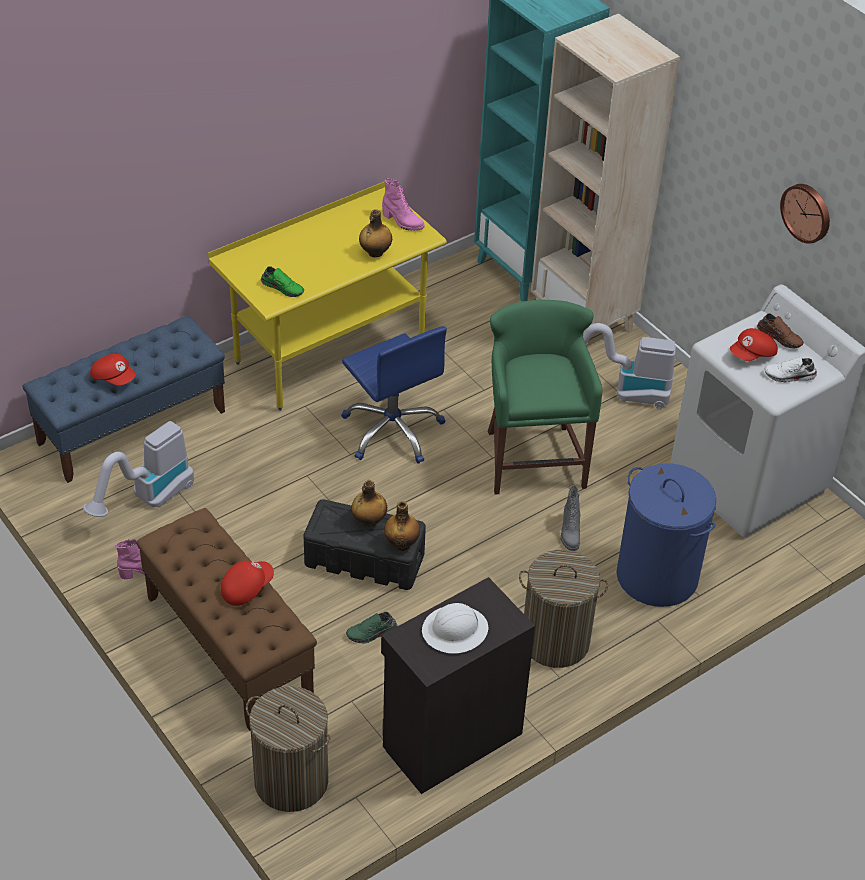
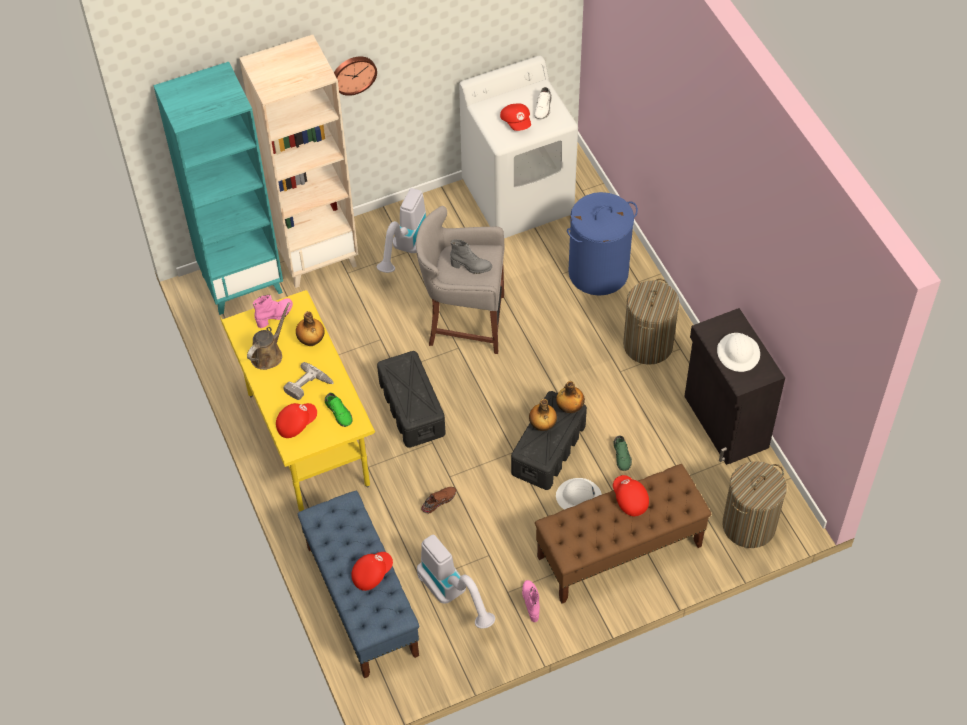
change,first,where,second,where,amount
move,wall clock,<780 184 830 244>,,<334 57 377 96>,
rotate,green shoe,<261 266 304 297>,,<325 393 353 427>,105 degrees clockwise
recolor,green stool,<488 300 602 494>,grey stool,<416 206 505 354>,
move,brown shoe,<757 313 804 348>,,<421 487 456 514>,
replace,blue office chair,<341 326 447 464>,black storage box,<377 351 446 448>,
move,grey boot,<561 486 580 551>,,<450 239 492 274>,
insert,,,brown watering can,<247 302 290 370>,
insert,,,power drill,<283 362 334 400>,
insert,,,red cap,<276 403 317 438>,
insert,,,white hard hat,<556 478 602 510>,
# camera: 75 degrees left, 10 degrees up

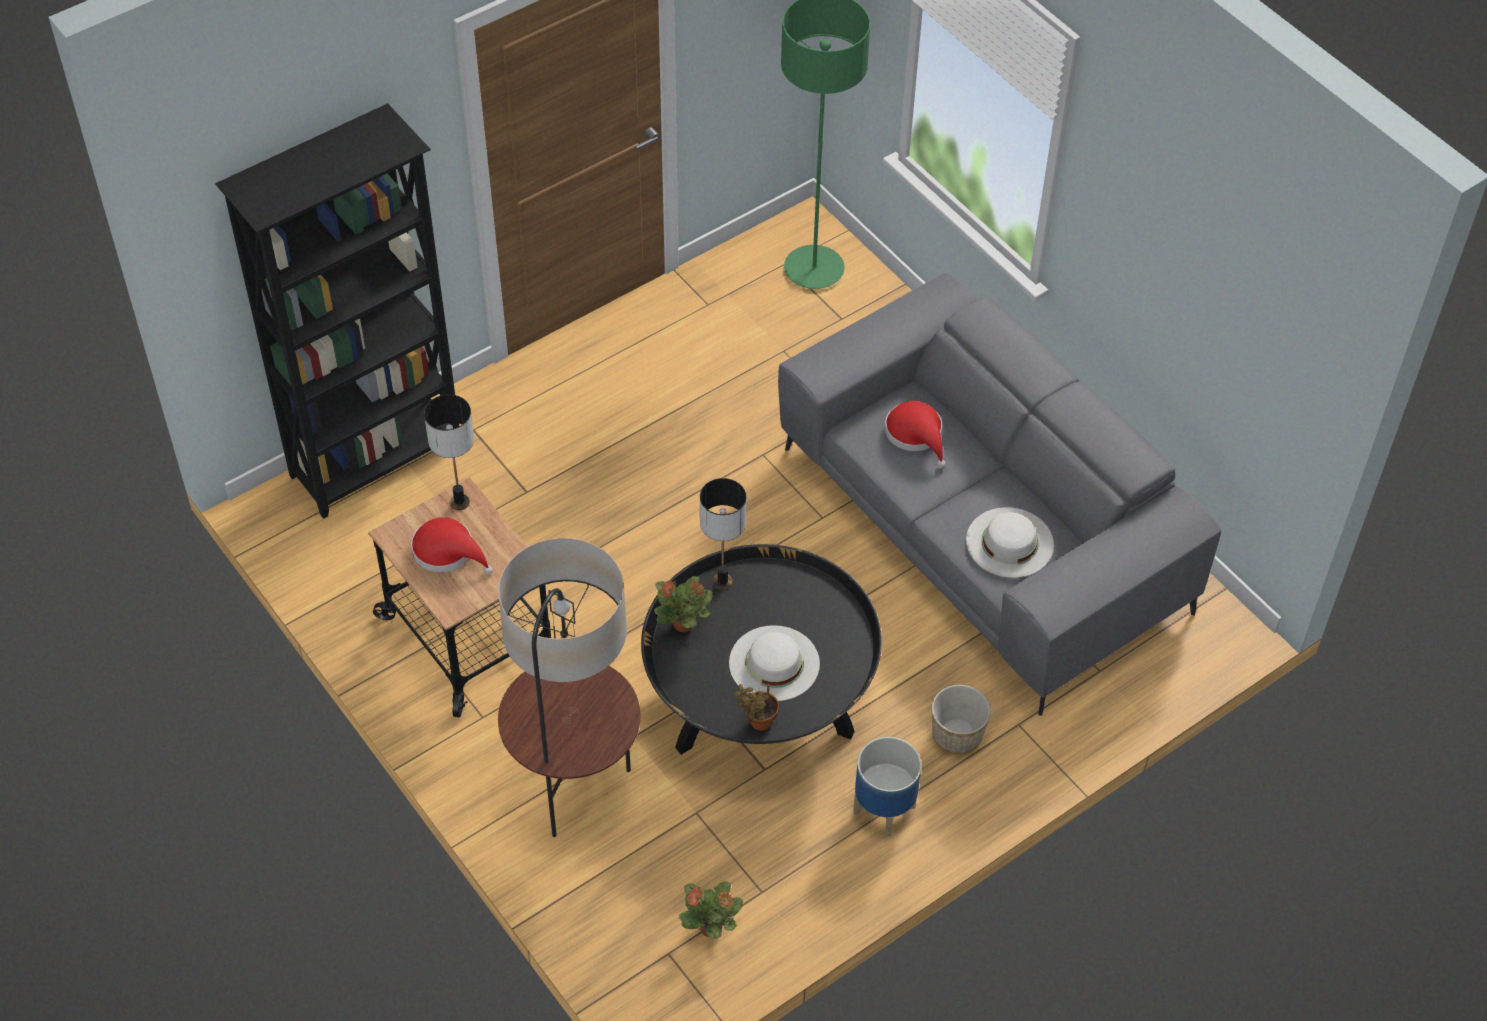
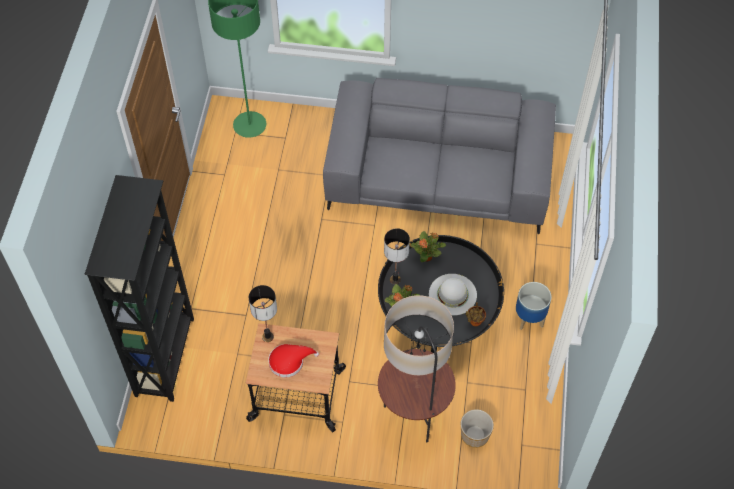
change,first,where,second,where,amount
delete,red hat,<885 401 946 468>,,,
delete,white hat,<966 507 1054 578>,,,
move,planter,<932 685 991 755>,,<461 409 494 448>,
move,potted plant,<679 881 743 939>,,<411 231 446 262>,
# camera: 45 degrees left, 5 degrees up

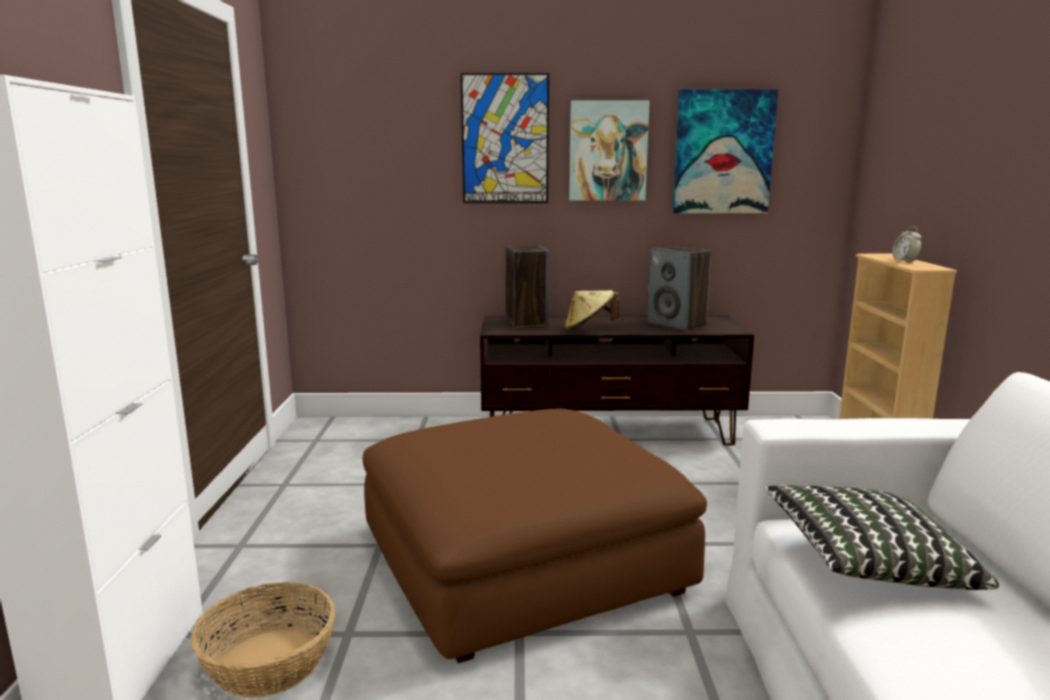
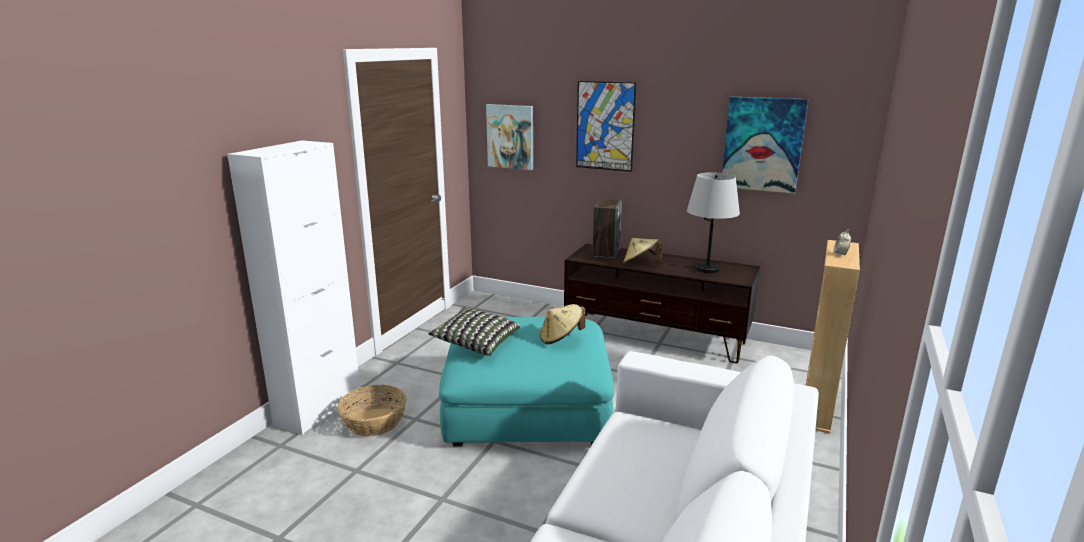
change,first,where,second,where,amount
move,picture,<569 101 650 200>,,<486 104 533 170>,
replace,speaker,<647 246 711 331>,grey table lamp,<687 172 740 273>,
recolor,brown ottoman,<363 408 707 663>,turquoise ottoman,<439 317 614 447>,
move,pillow,<765 485 999 590>,,<428 307 520 356>,
insert,,,beige hat,<540 304 585 344>,
# camera: 25 degrees right, 5 degrees up

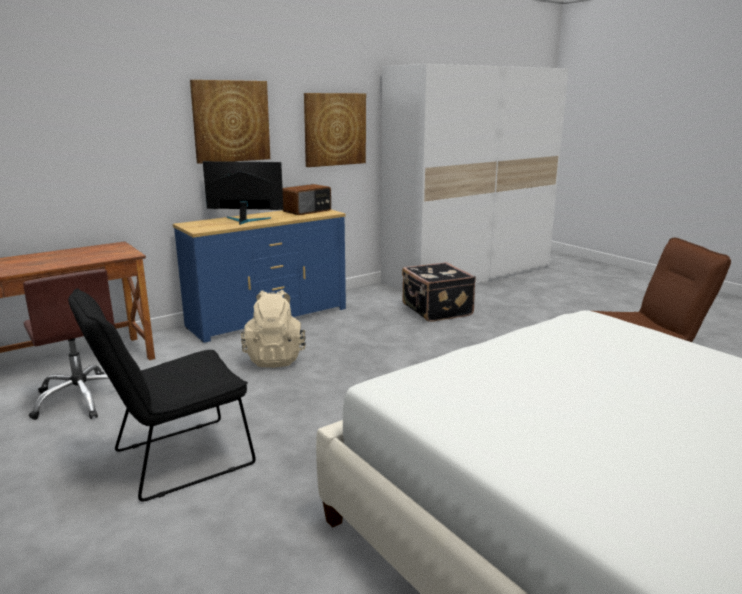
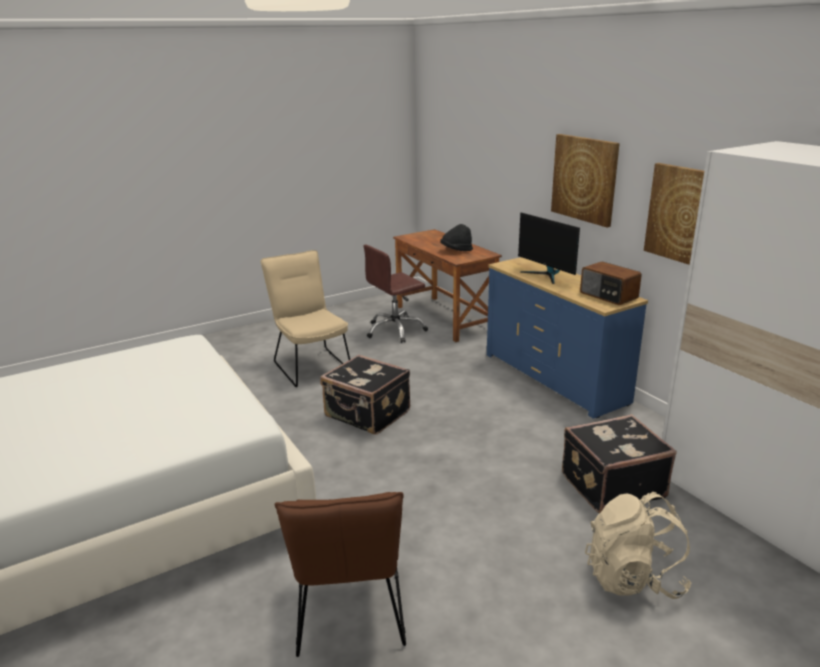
change,first,where,second,where,amount
rotate,monitor,<203 161 284 225>,,<518 212 580 284>,135 degrees clockwise
recolor,black chair,<68 288 256 502>,beige chair,<260 250 350 387>,
move,beige backpack,<241 290 306 368>,,<585 492 692 599>,
insert,,,black hat,<440 224 473 251>,
insert,,,black suitcase,<320 354 410 435>,
# camera: 95 degrees right, 5 degrees up

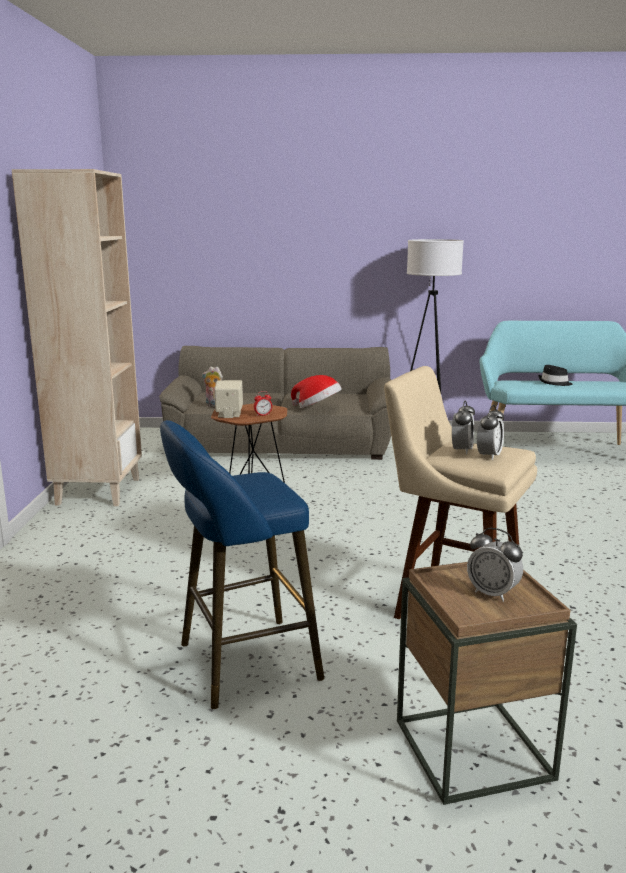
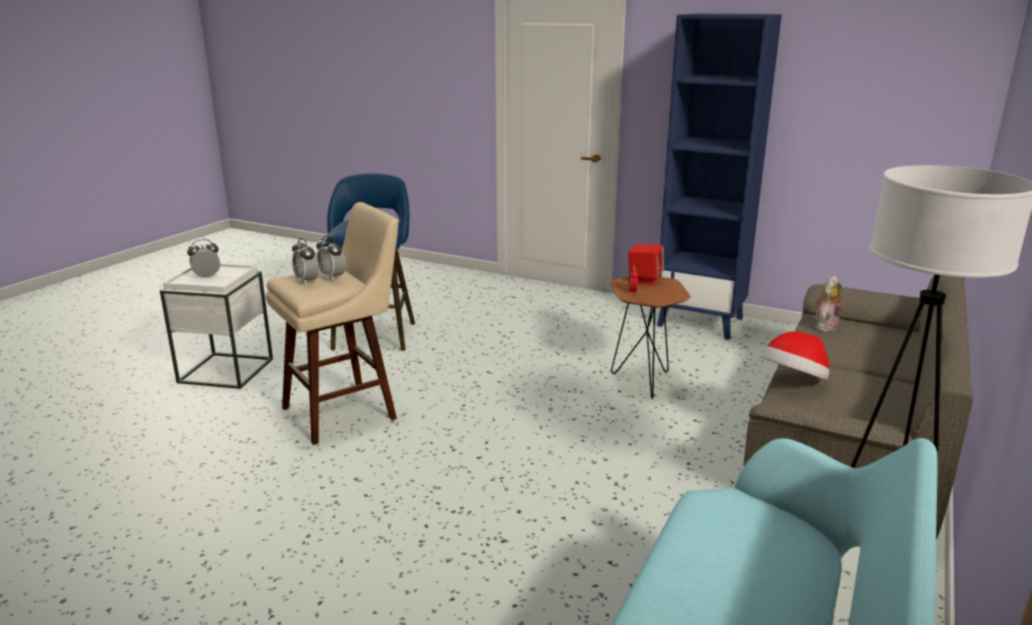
change,first,where,second,where,amount
recolor,beige bookcase,<12 169 142 506>,blue bookcase,<657 14 782 339>,
delete,black hat,<538 365 572 386>,,,
recolor,beige speaker,<214 380 243 418>,red speaker,<628 244 664 286>,
recolor,brown side table,<397 562 577 805>,white side table,<160 264 273 389>,
# camera: 115 degrees right, 5 degrees up

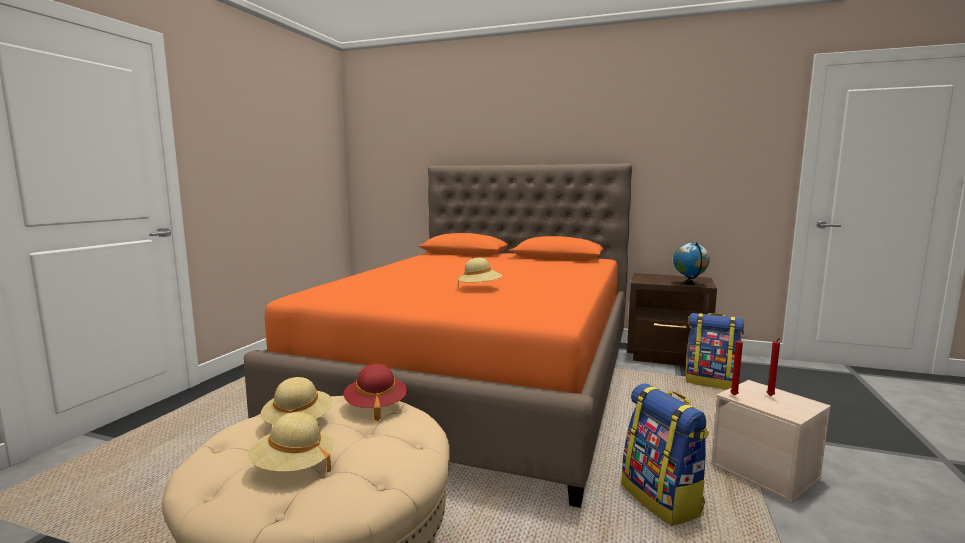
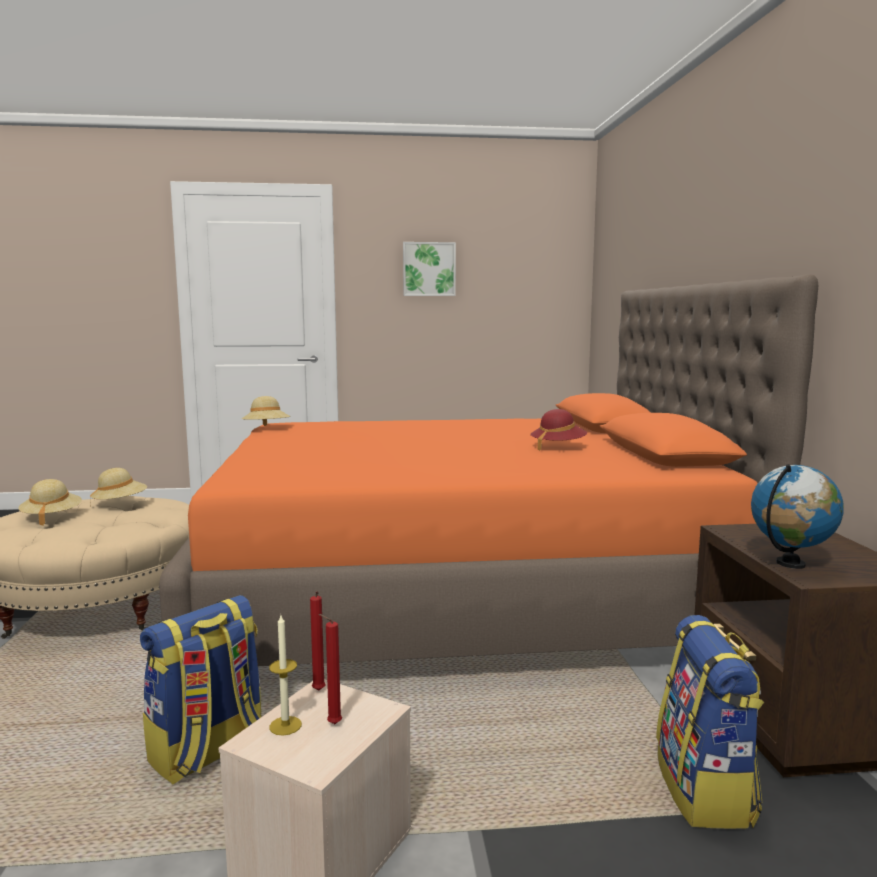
change,first,where,second,where,amount
move,beige hat,<458 258 502 287>,,<242 396 290 426>,
move,red hat,<344 364 407 421>,,<531 409 587 451>,
insert,,,picture,<403 242 456 296>,
insert,,,candle,<269 615 302 736>,
# camera: 65 degrees right, 0 degrees up

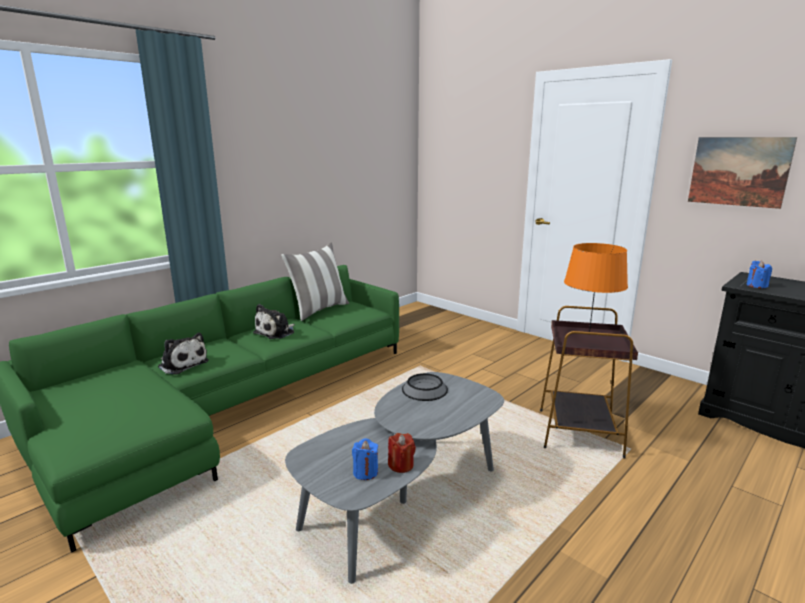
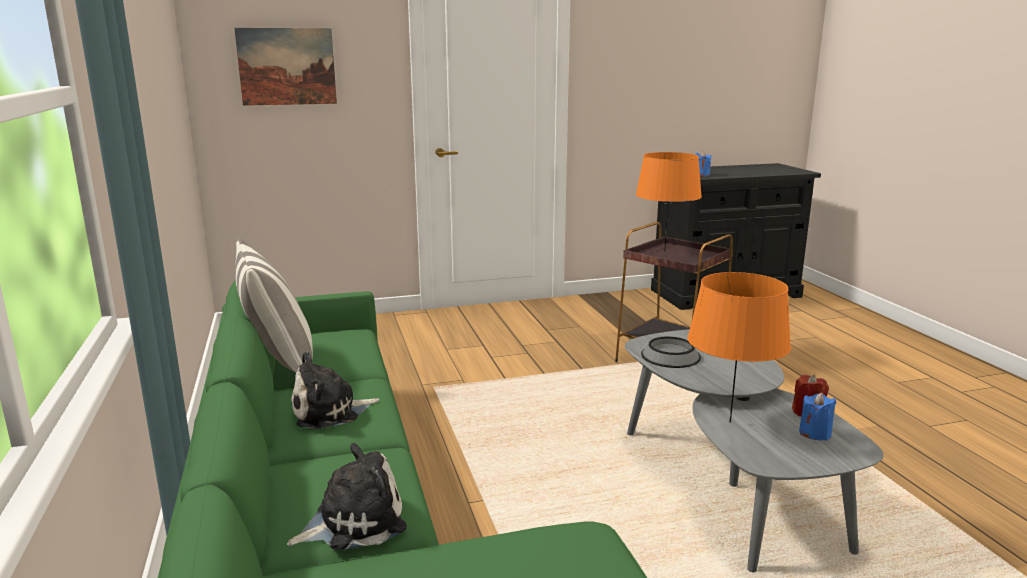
change,first,where,second,where,amount
move,picture,<688 137 797 209>,,<234 28 337 106>,
rotate,plush toy,<253 304 295 339>,,<291 351 380 429>,90 degrees clockwise
insert,,,orange table lamp,<687 272 791 423>,
# camera: 60 degrees left, 0 degrees up

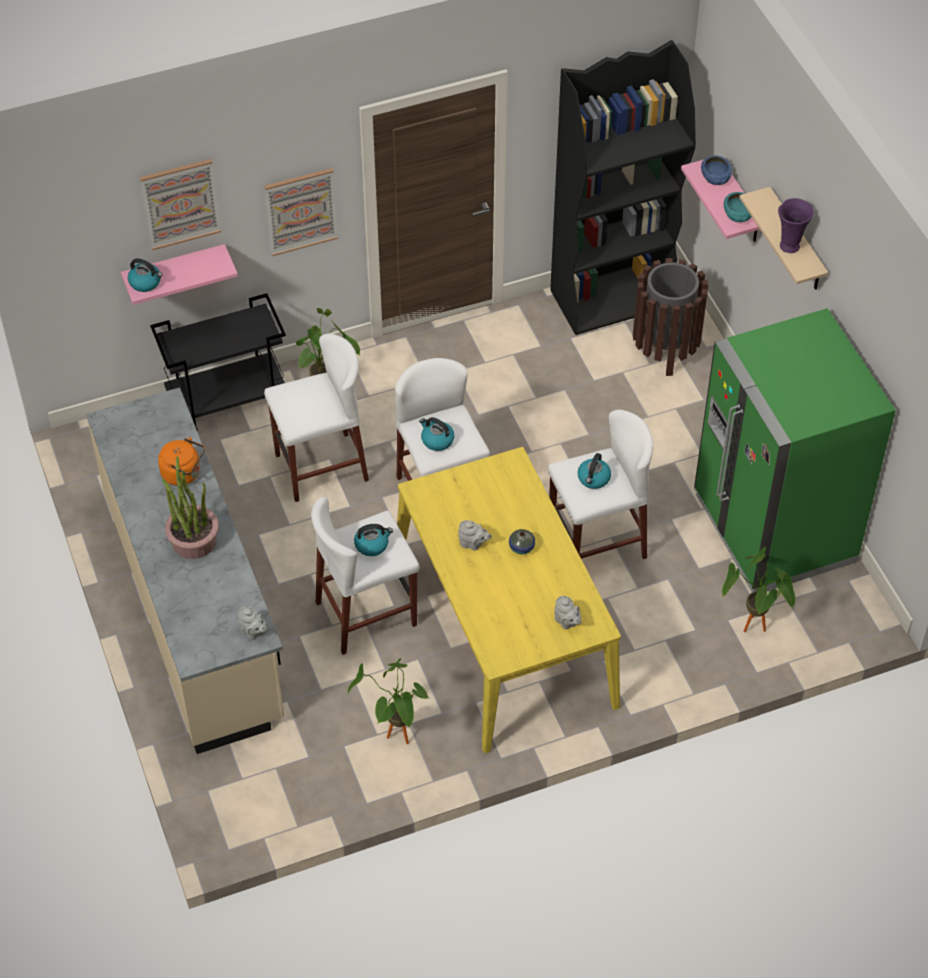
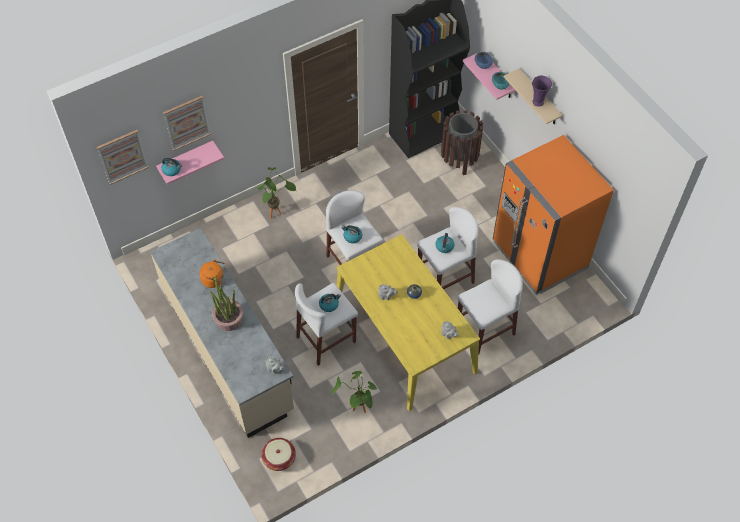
change,first,where,second,where,amount
move,picture,<264 168 338 256>,,<97 130 149 185>,
delete,black cart,<150 293 286 431>,,,
recolor,green fridge,<694 308 896 593>,orange fridge,<493 135 614 295>,
move,white stool,<264 334 369 502>,,<457 259 523 355>,
delete,potted plant,<722 547 795 632>,,,
insert,,,basket,<261 438 296 471>,
# camera: 10 degrees left, 5 degrees up

